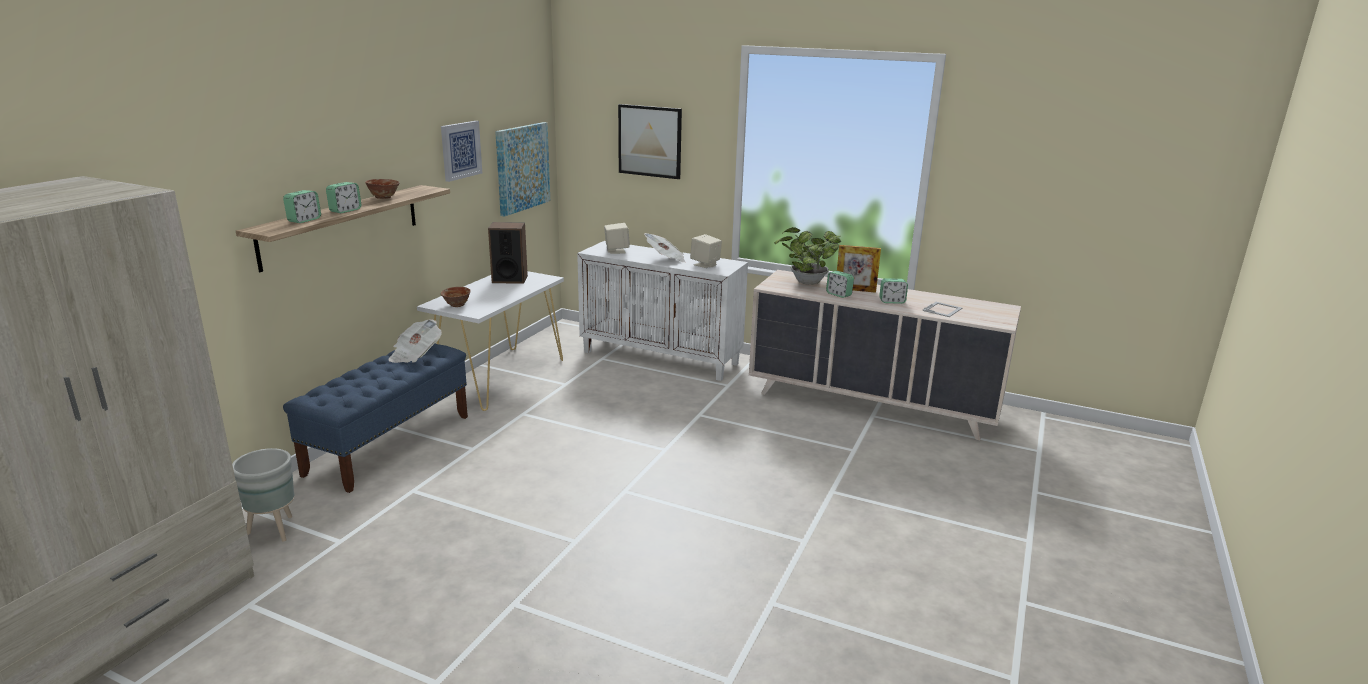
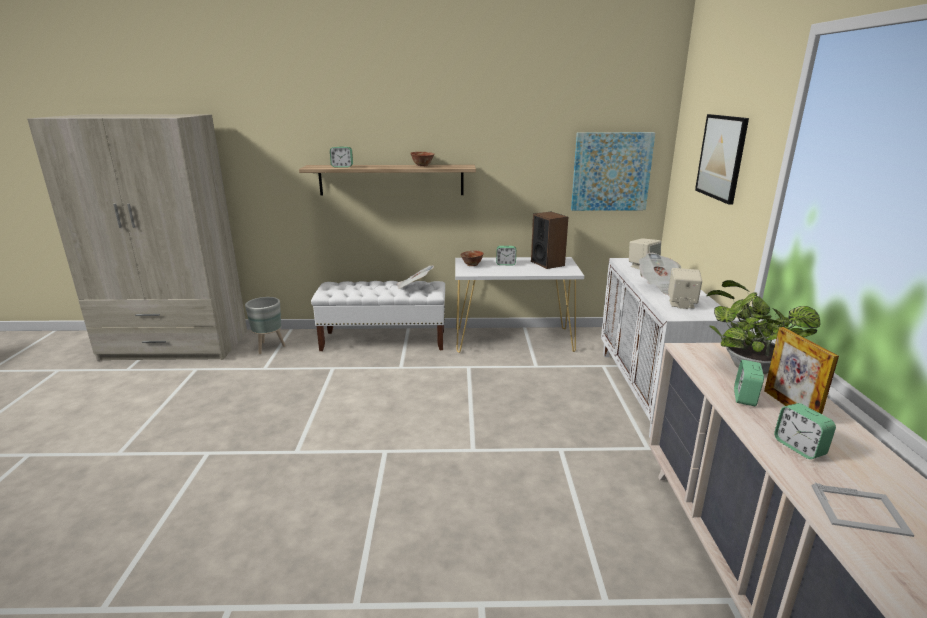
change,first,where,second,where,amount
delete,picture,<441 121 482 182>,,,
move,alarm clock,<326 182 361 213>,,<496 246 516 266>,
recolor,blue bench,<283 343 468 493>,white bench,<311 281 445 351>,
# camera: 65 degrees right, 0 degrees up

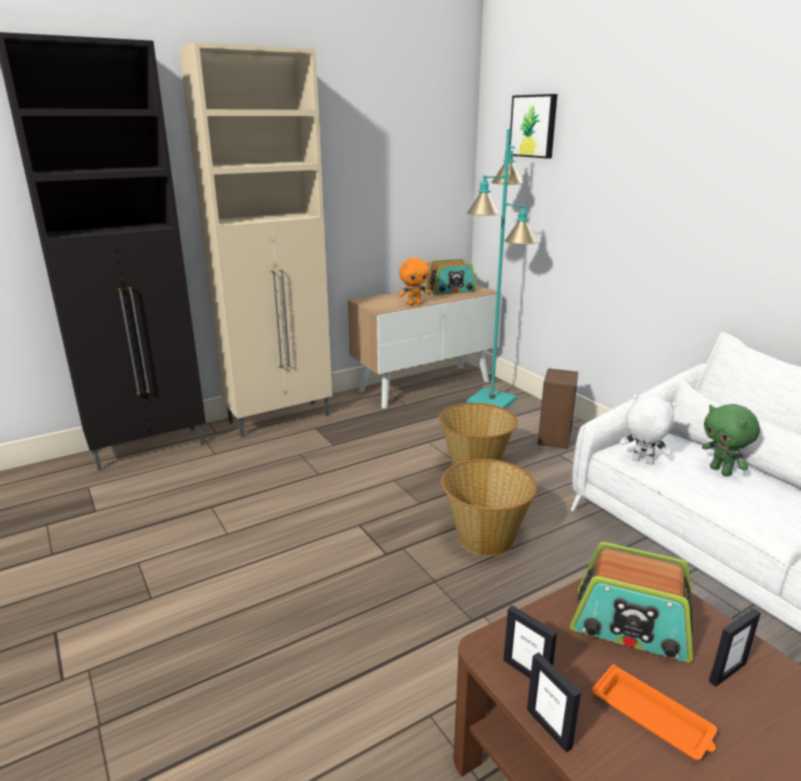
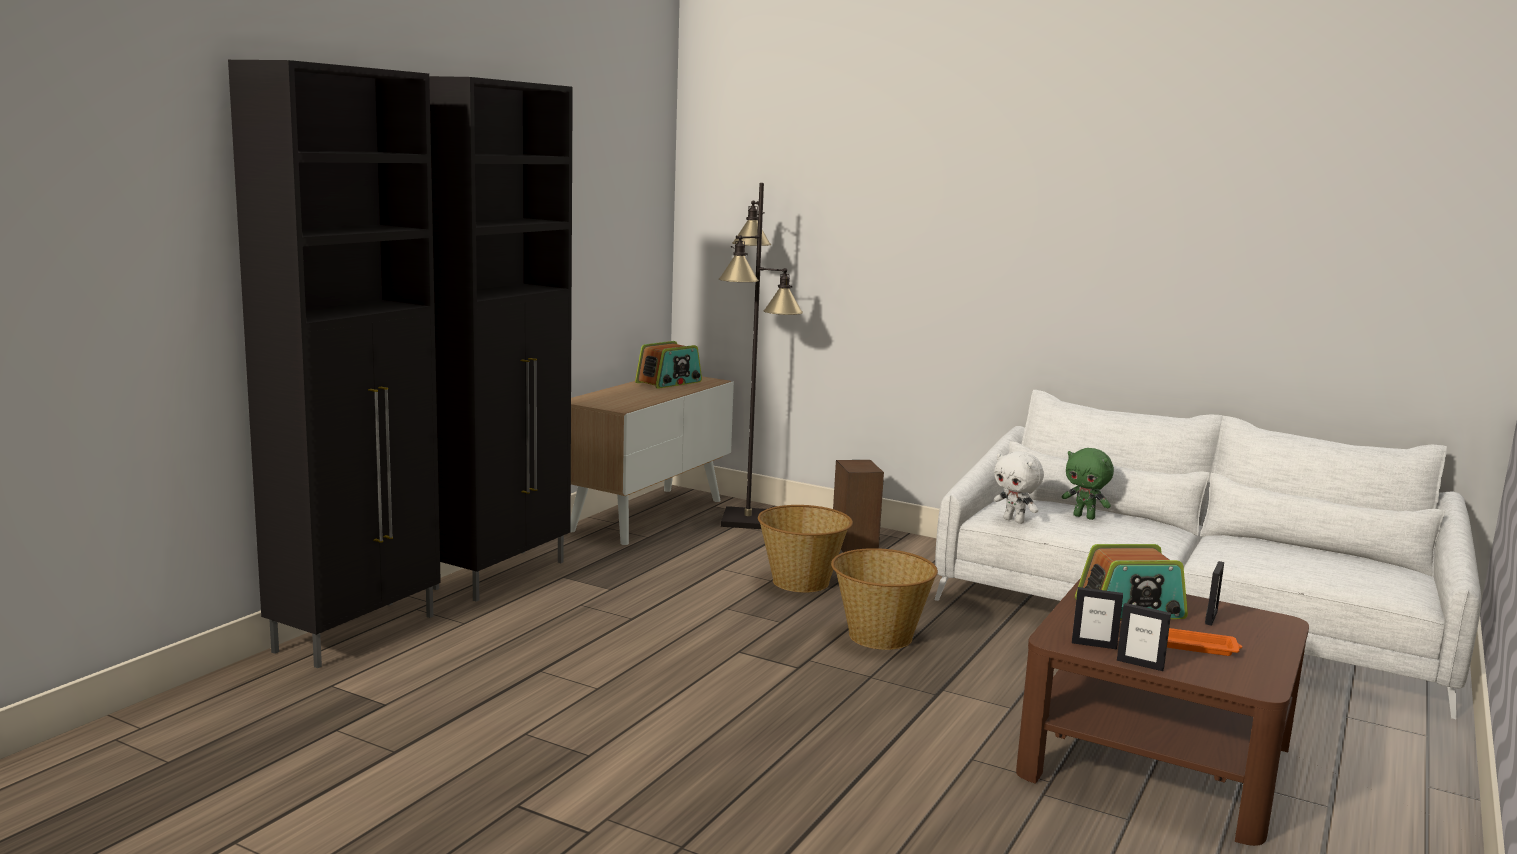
change,first,where,second,where,amount
recolor,beige cabinet,<179 42 332 438>,black cabinet,<429 76 573 602>,
delete,picture,<510 94 557 158>,,,
recolor,turquoise floor lamp,<466 129 538 409>,black floor lamp,<719 183 803 529>,
delete,orange plush toy,<399 258 430 305>,,,
rotate,white plush toy,<620 395 676 464>,,<994 451 1044 524>,135 degrees counterclockwise
# camera: 30 degrees left, 10 degrees down

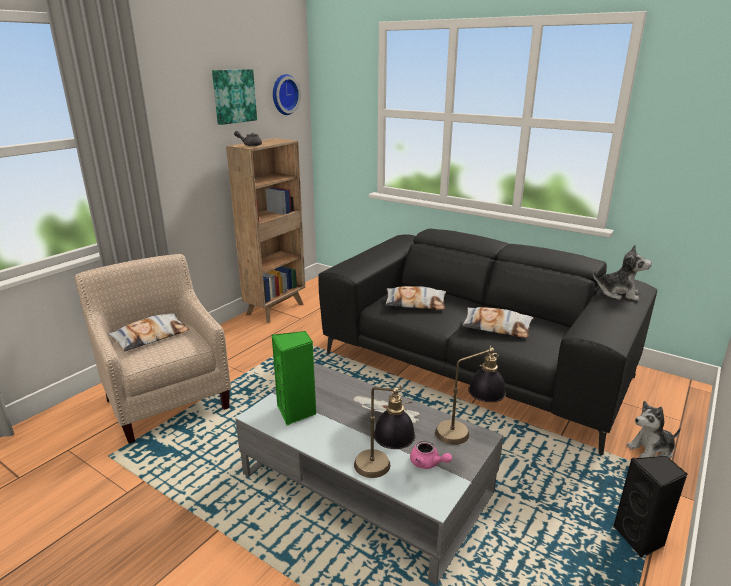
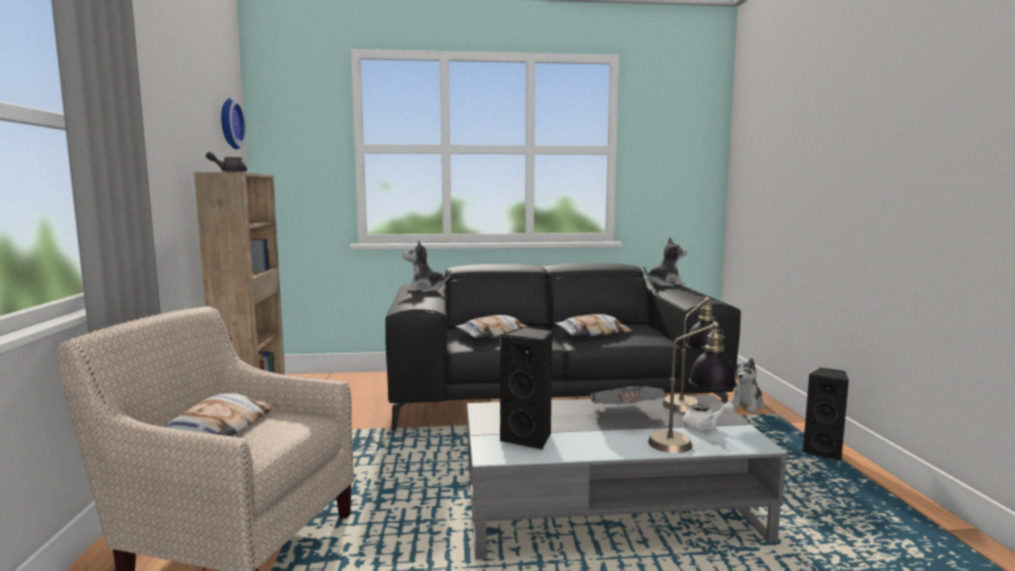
change,first,where,second,where,amount
delete,picture,<212 69 257 125>,,,
recolor,green speaker,<272 331 316 426>,black speaker,<500 327 552 449>,
recolor,pink teapot,<410 440 452 469>,white teapot,<683 402 734 430>,
insert,,,plush toy,<403 241 451 292>,
# camera: 40 degrees left, 15 degrees down

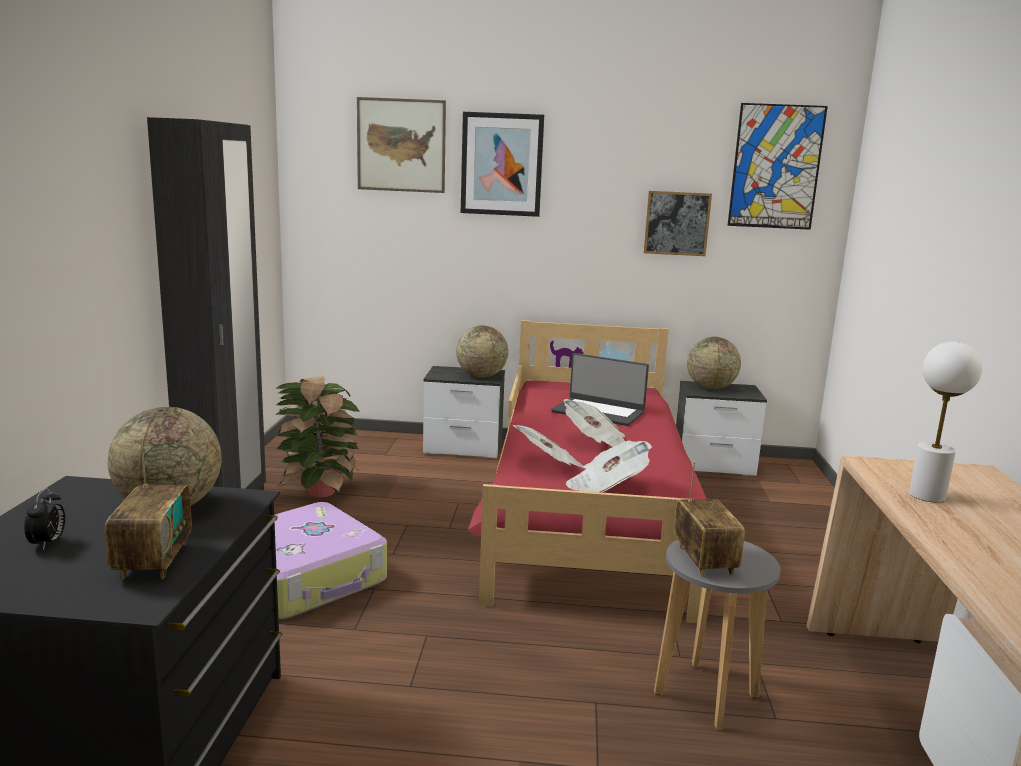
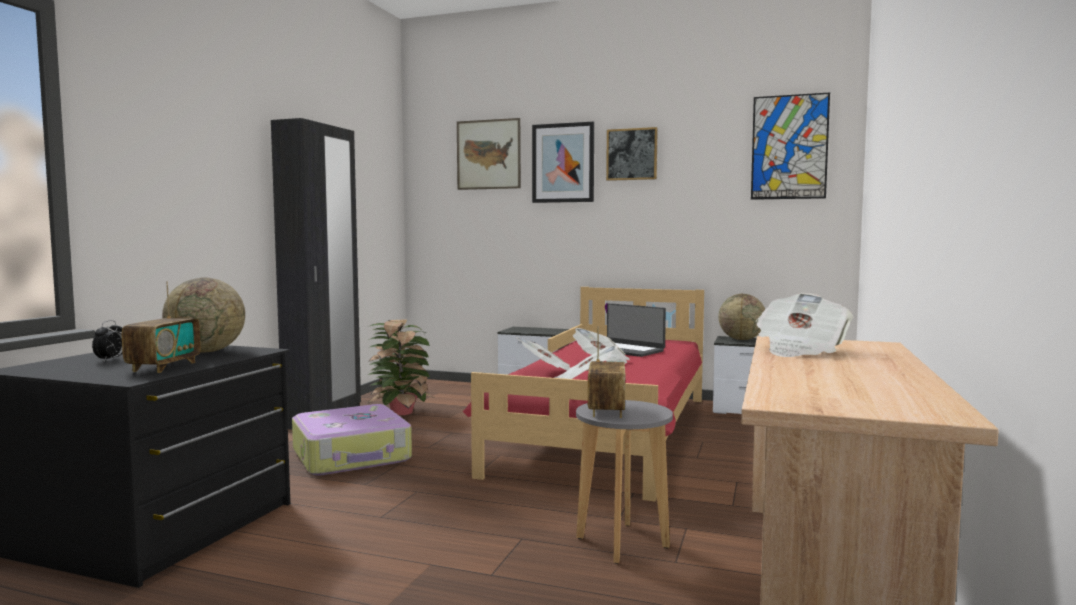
change,first,where,second,where,amount
move,picture,<644 191 712 256>,,<606 127 658 181>,
delete,globe,<456 325 508 378>,,,
replace,white table lamp,<909 342 982 503>,newspaper,<756 293 853 357>,
# camera: 15 degrees right, 10 degrees down

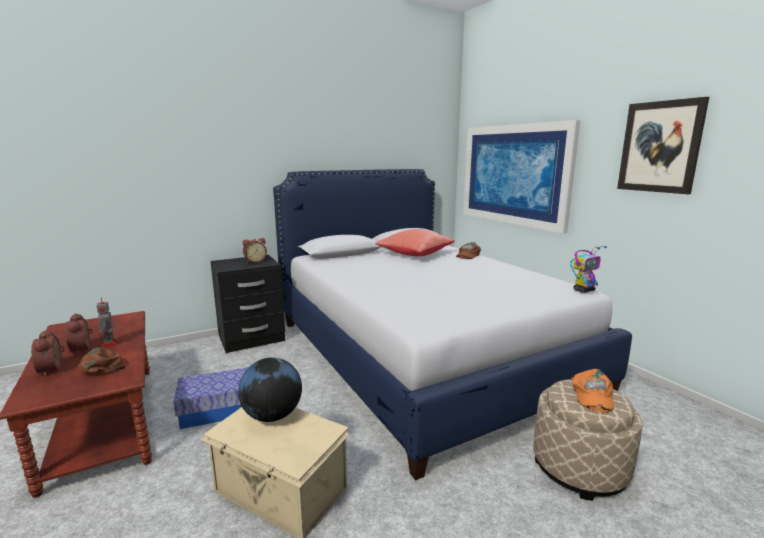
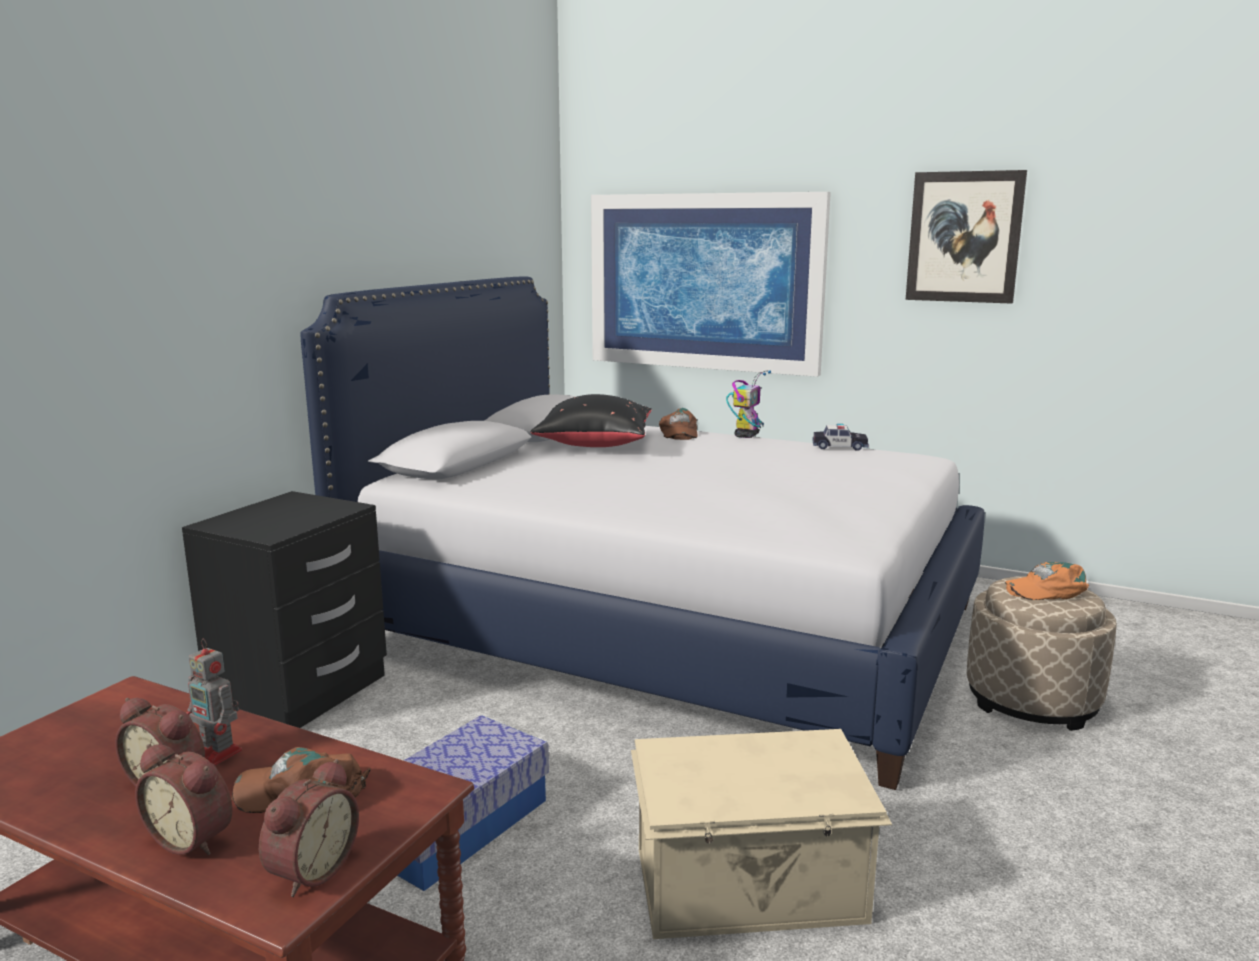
change,first,where,second,where,amount
recolor,red pillow,<375 229 455 256>,black pillow,<531 394 652 447>,
move,alarm clock,<243 238 267 263>,,<259 759 359 897>,
move,toy robot,<570 246 607 293>,,<726 370 771 438>,
delete,globe,<238 357 302 422>,,,
rotate,orange cap,<572 369 614 413>,,<1005 562 1089 600>,105 degrees clockwise
insert,,,toy car,<812 424 869 451>,
# camera: 35 degrees left, 0 degrees up

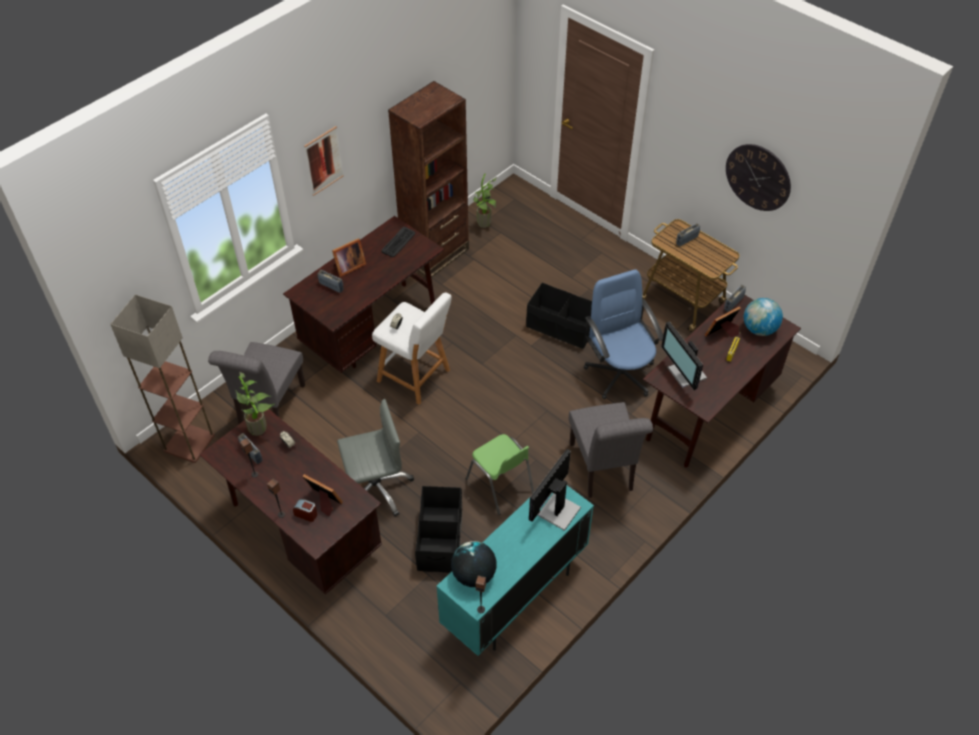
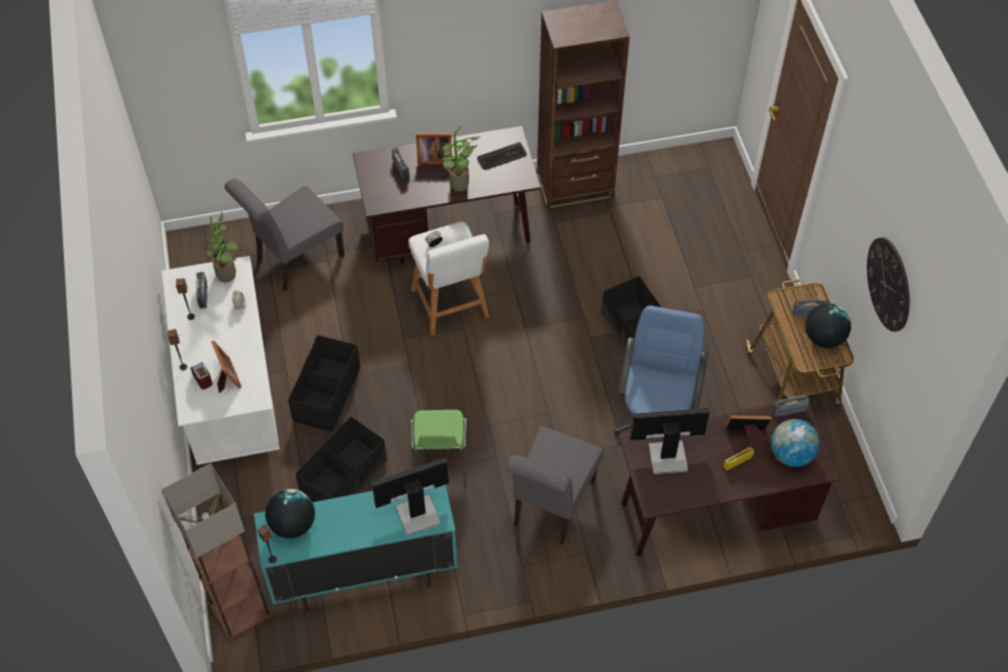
change,first,where,second,where,amount
delete,picture,<304 126 344 196>,,,
move,potted plant,<473 174 496 228>,,<441 125 480 192>,
move,floor lamp,<110 295 215 463>,,<161 463 272 640>,
rotate,monitor,<661 321 707 390>,,<630 408 710 474>,75 degrees clockwise
replace,grey office chair,<337 399 414 517>,black storage box,<288 335 360 432>,
recolor,brown desk,<199 409 382 595>,white desk,<162 256 280 465>,
insert,,,globe,<805 303 851 348>,
# camera: 35 degrees right, 5 degrees up

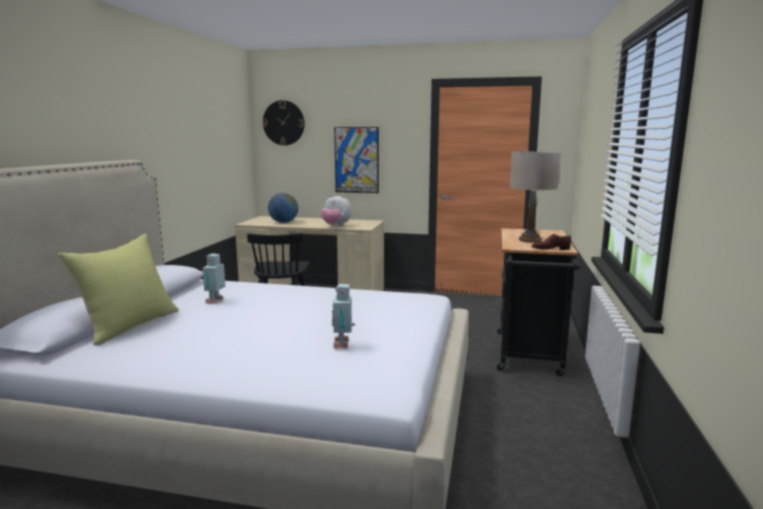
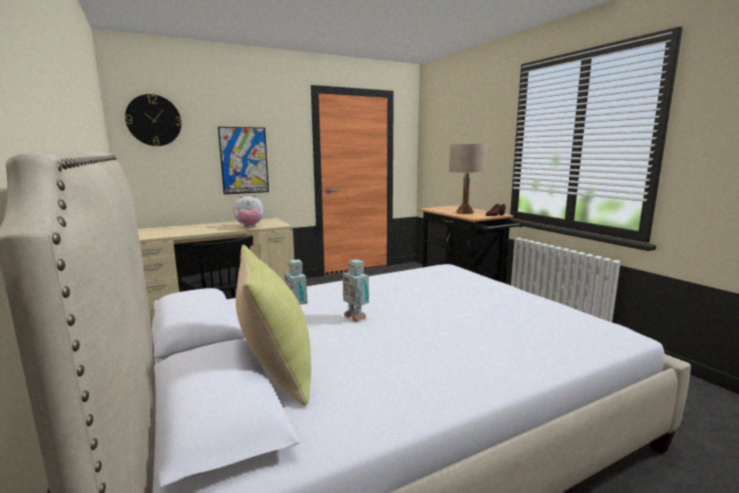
change,first,where,second,where,amount
delete,globe,<268 193 298 223>,,,
move,toy robot,<331 284 355 348>,,<343 259 369 322>,
# camera: 40 degrees left, 0 degrees up

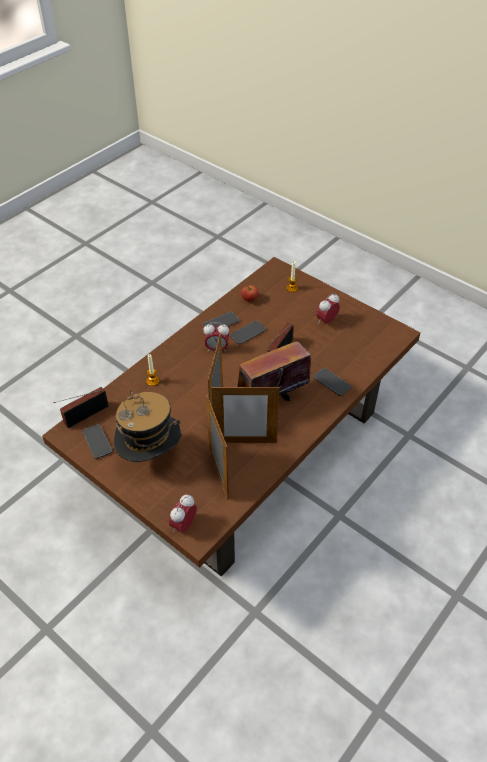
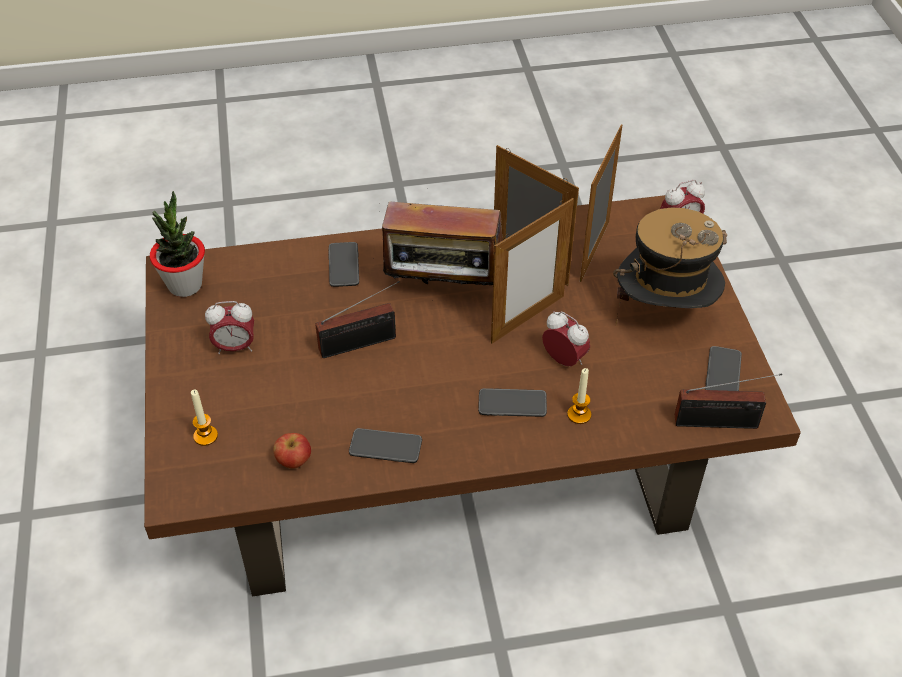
change,first,where,second,where,amount
move,phone,<230 321 266 344>,,<478 388 547 417>,
move,alarm clock,<203 323 229 352>,,<542 311 590 366>,
insert,,,potted plant,<150 191 205 297>,
# camera: 140 degrees left, 0 degrees up

